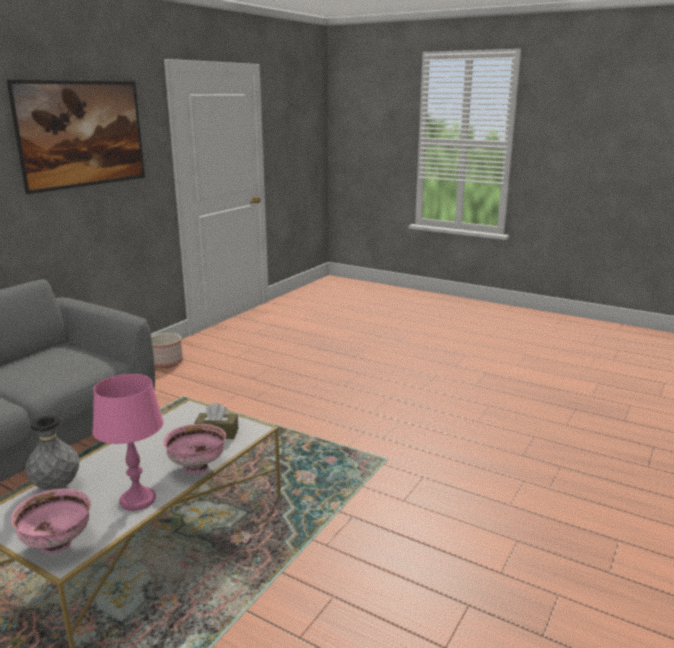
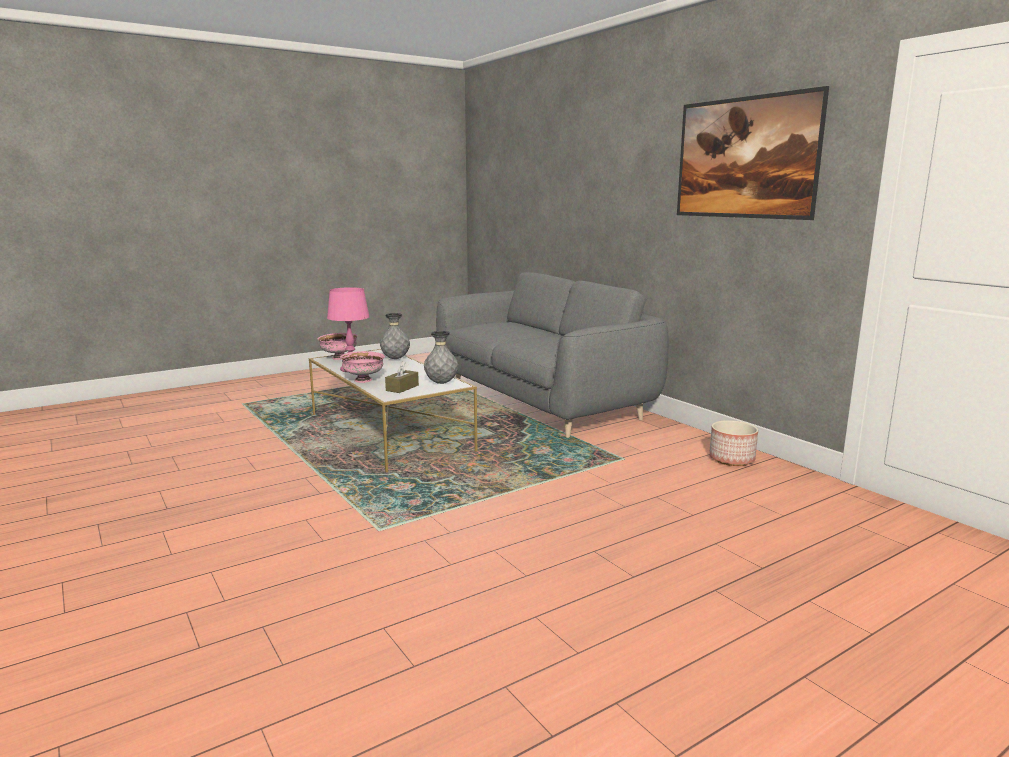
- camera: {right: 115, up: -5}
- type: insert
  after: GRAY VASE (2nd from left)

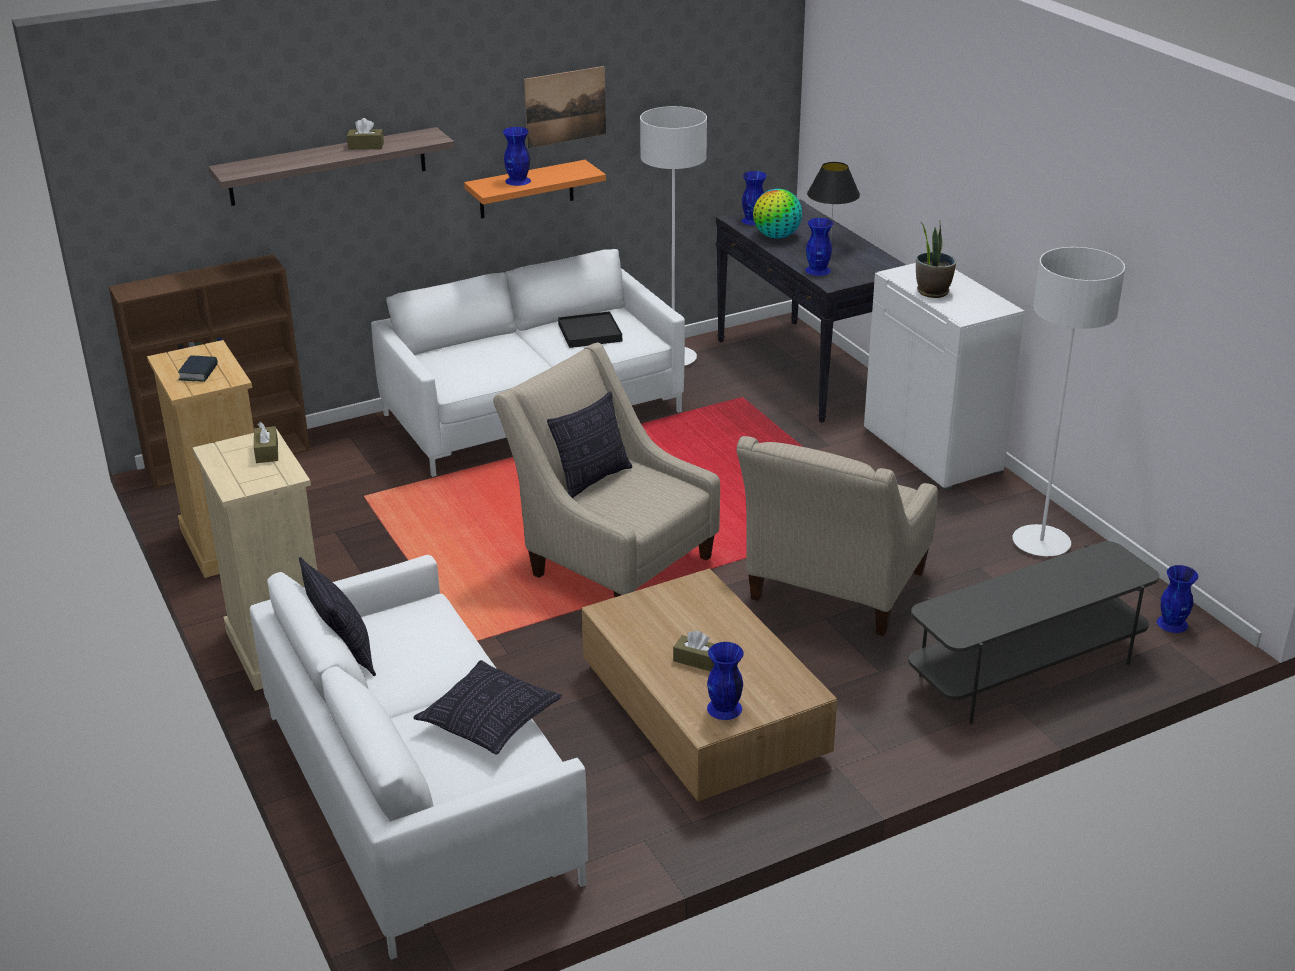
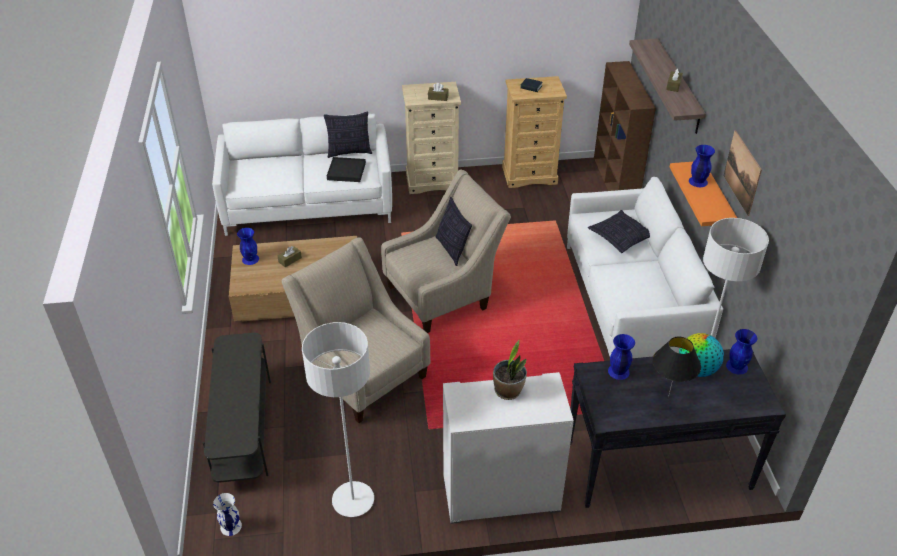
- camera: {right: 110, up: 10}
- type: recolor
  before: BLUISH VASE (5th from left)
  after: WHITE VASE
- type: move
  before: BLACK-COLOURED TRAY
- type: move
  before: PILLOW (2nd from left in the first image)
  after: PILLOW (3rd from left)

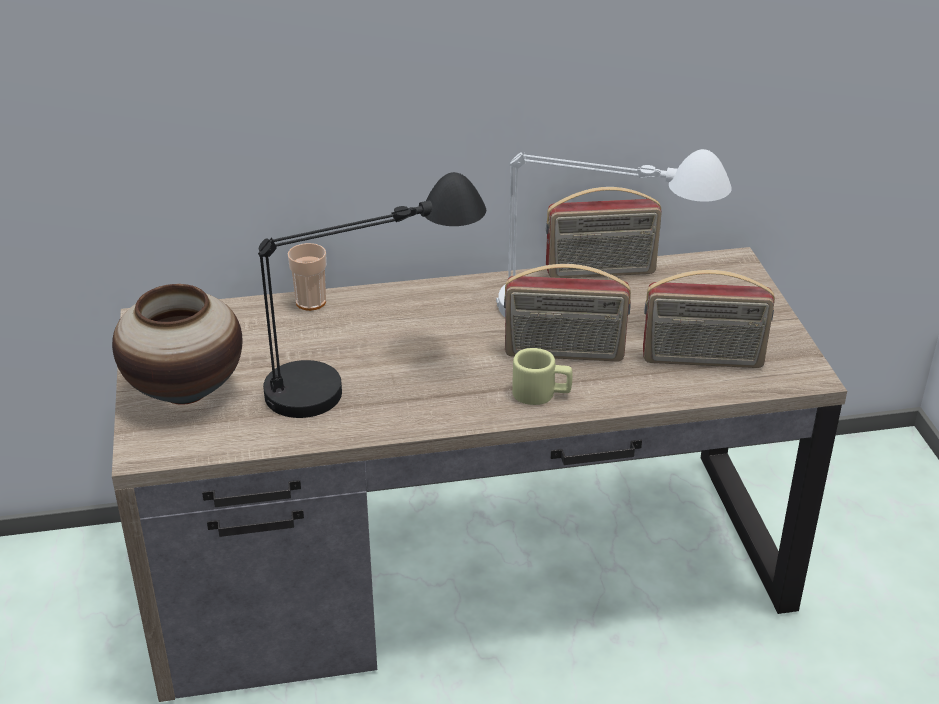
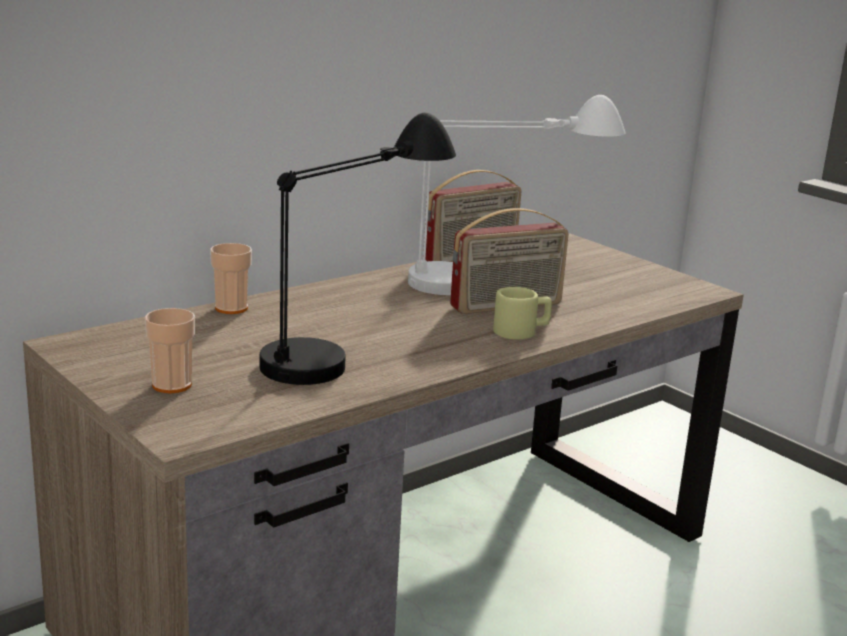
- camera: {right: -30, up: -15}
- type: replace
  before: VASE
  after: DRINKING CUP (1st from left)
- type: delete
  before: RADIO (3rd from left)

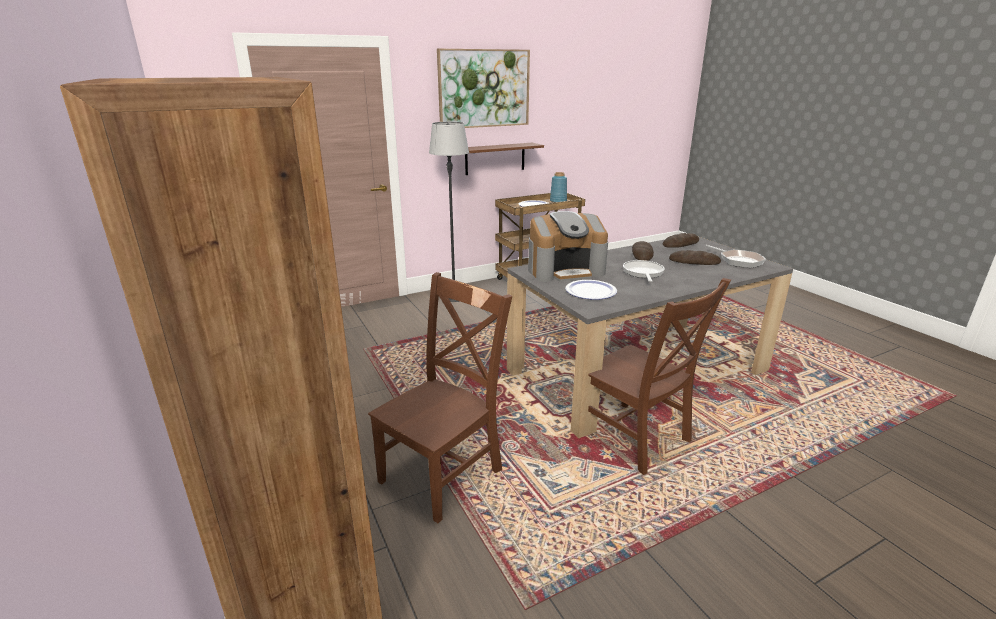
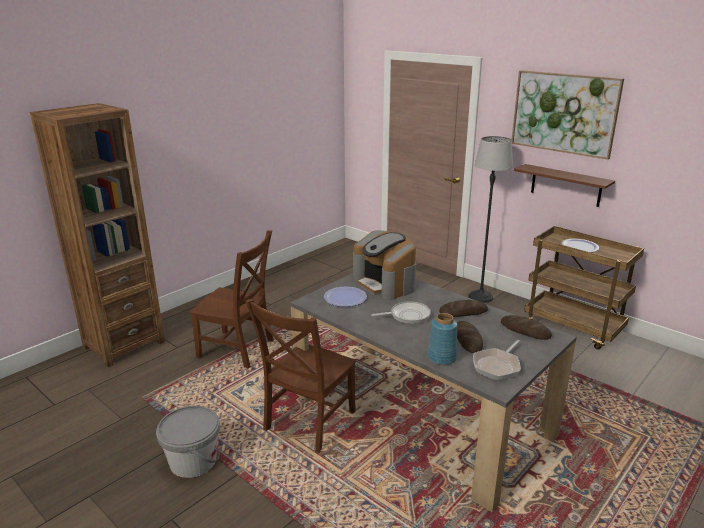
- camera: {right: 70, up: 0}
- type: insert
  after: GRAY BUCKET
- type: move
  before: BLUISH VASE

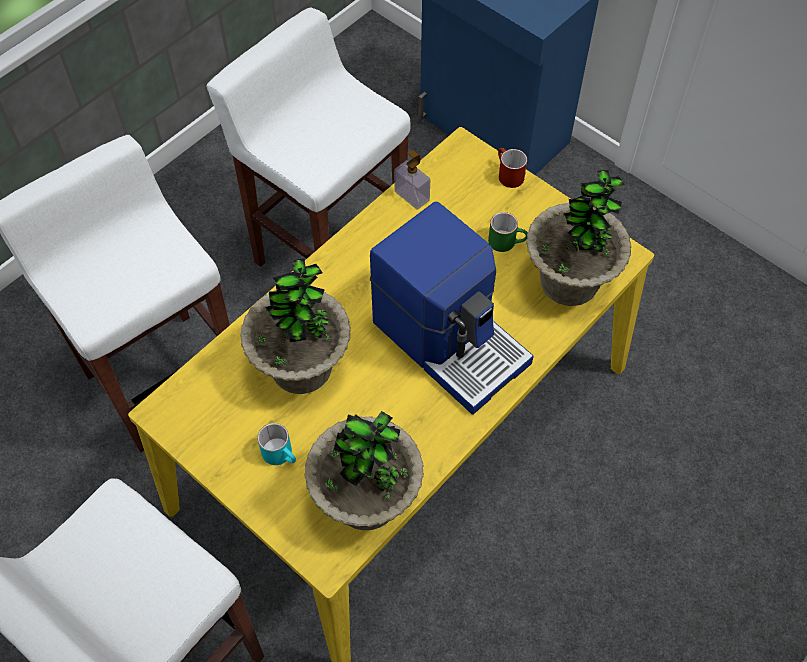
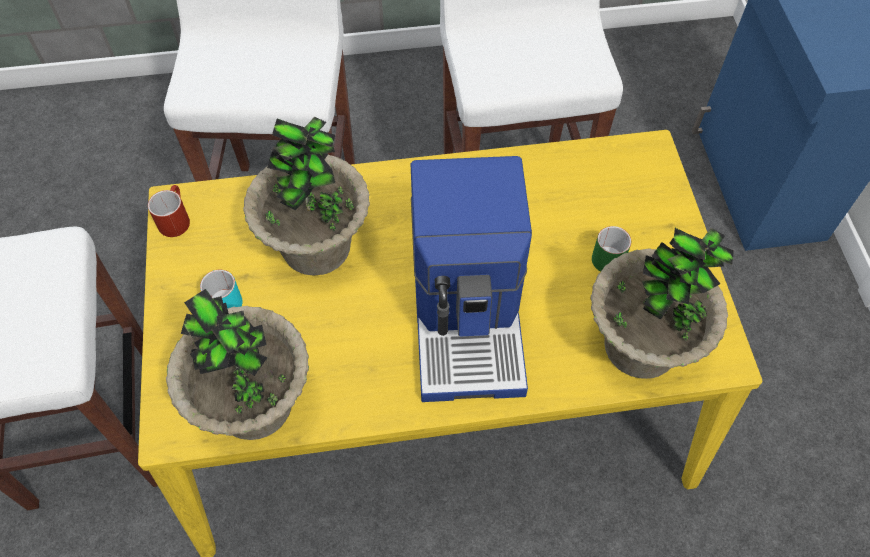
- camera: {right: 40, up: 0}
- type: move
  before: RED-COLOURED COFFEE MUG
- type: delete
  before: LIQUID SOAP BOTTLE

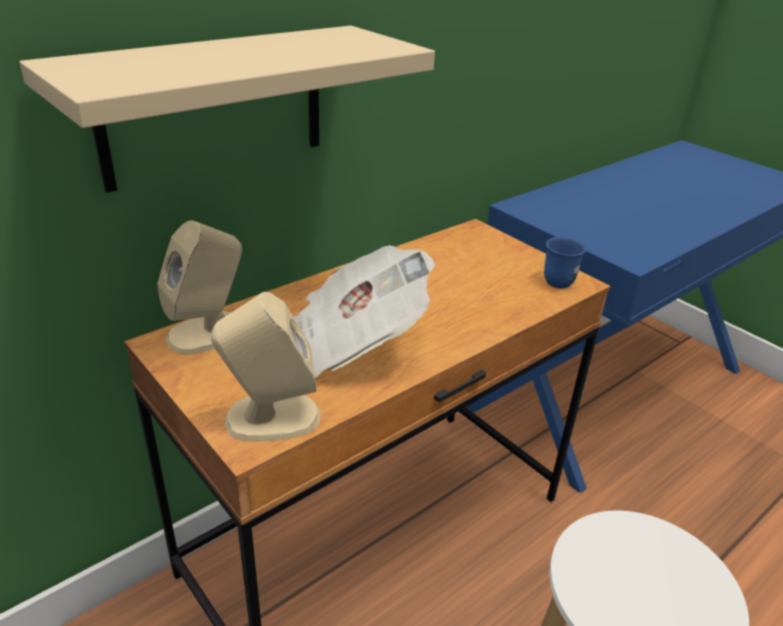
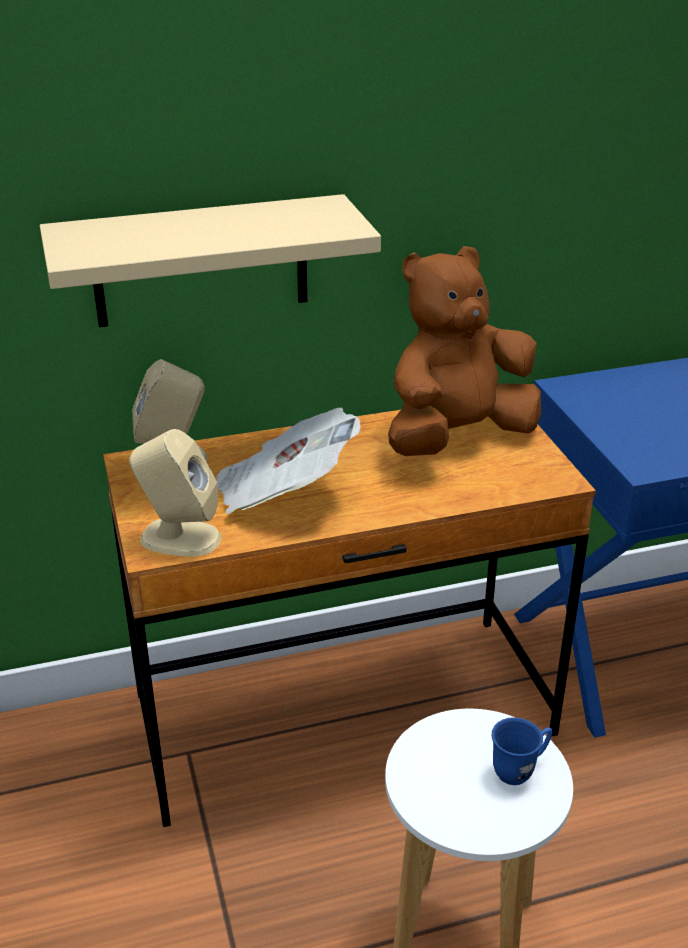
- camera: {right: 25, up: 0}
- type: insert
  after: BROWN CUDDLY TOY
- type: move
  before: BLUISH COFFEE MUG

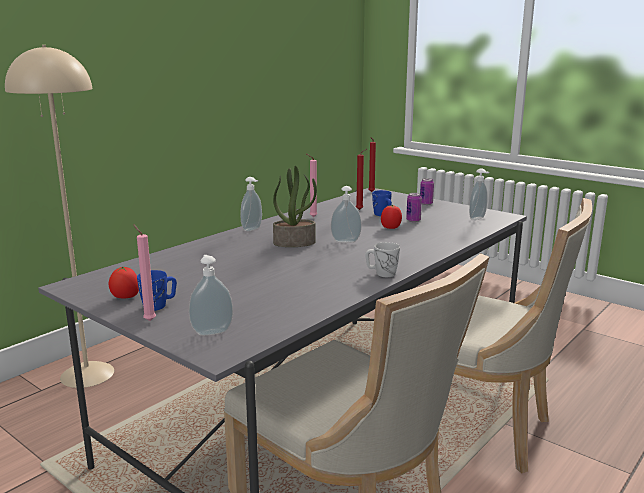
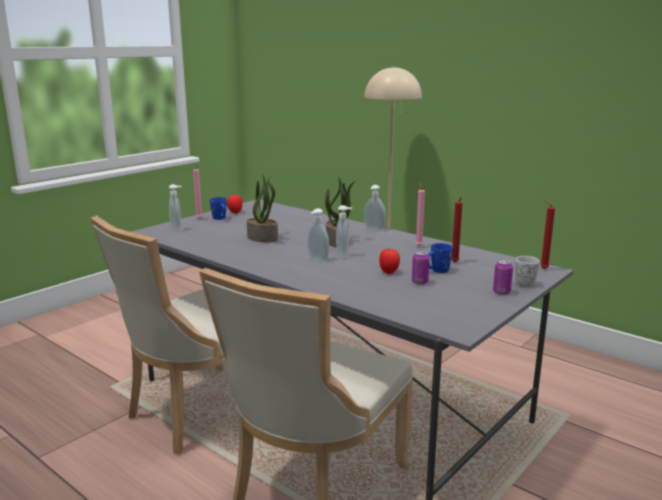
- camera: {right: 90, up: 0}
- type: insert
  after: HOUSEPLANT (1st from left)
- type: move
  before: LIQUID SOAP BOTTLE (4th from left in the first image)
  after: LIQUID SOAP BOTTLE (2nd from left)
- type: move
  before: WHITE COFFEE MUG

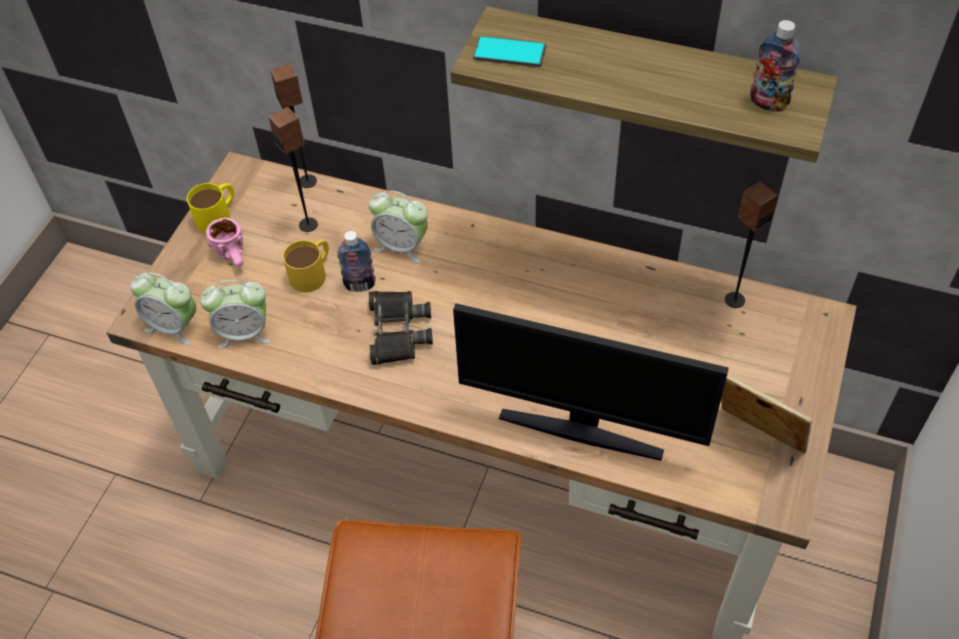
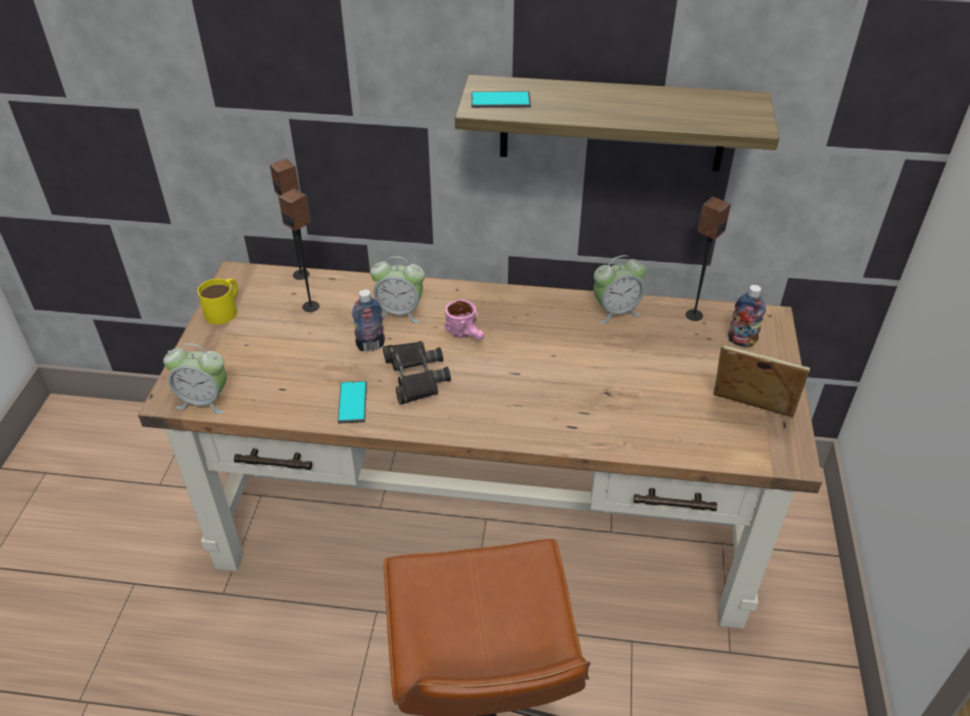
- camera: {right: -15, up: -10}
- type: insert
  after: PHONE (1st from left)
- type: move
  before: PINK COFFEE MUG
- type: move
  before: TABLE CLOCK (2nd from left in the first image)
  after: TABLE CLOCK (3rd from left)
- type: move
  before: BOTTLE (2nd from left)
- type: delete
  before: YELLOW COFFEE MUG (2nd from left)
- type: delete
  before: MONITOR

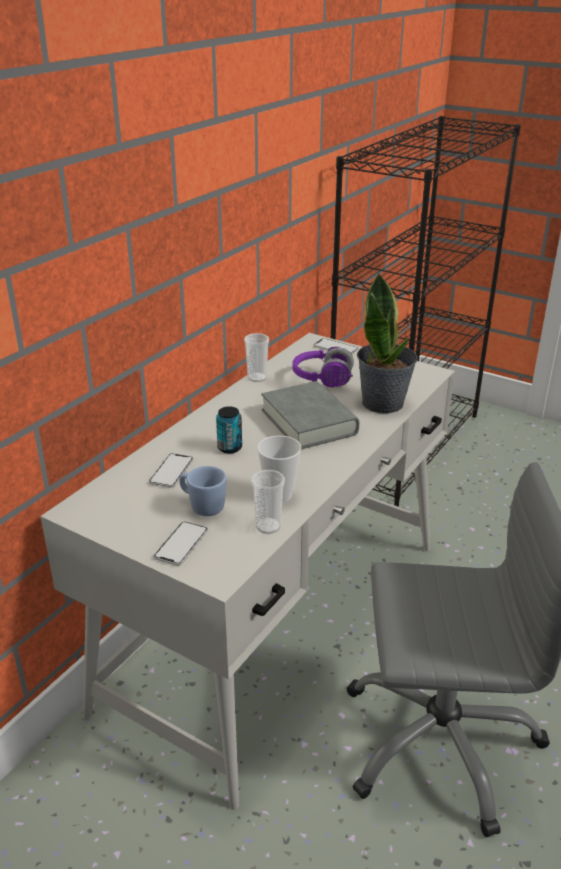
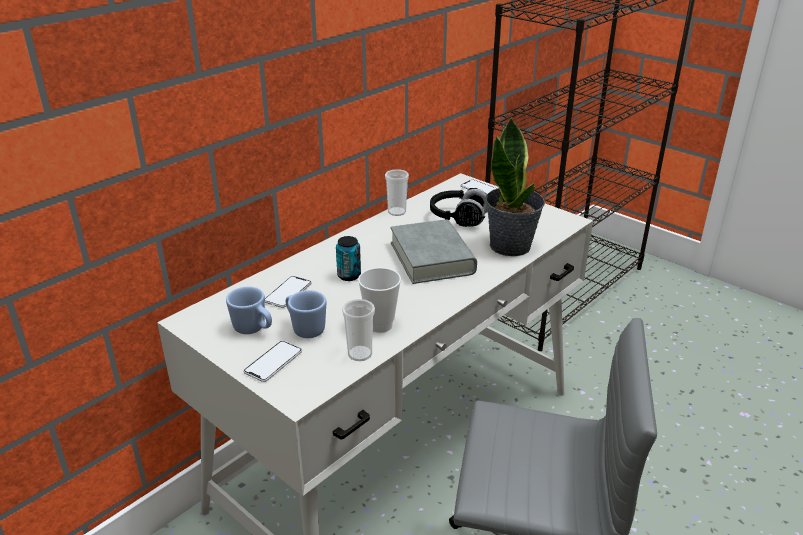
- camera: {right: 10, up: 0}
- type: insert
  after: BLUISH COFFEE MUG (1st from left)
- type: recolor
  before: PURPLISH HEADSET
  after: BLACK-COLOURED HEADSET

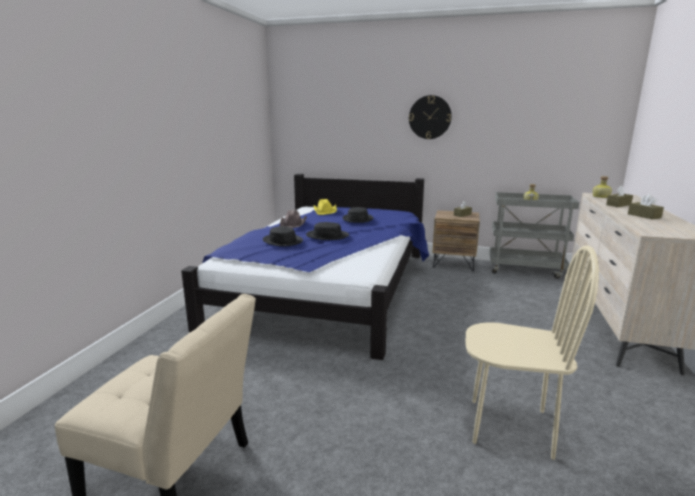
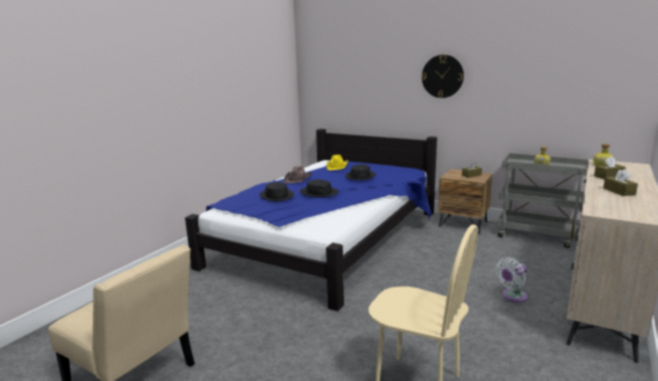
- camera: {right: 15, up: 0}
- type: insert
  after: WHITE FAN

